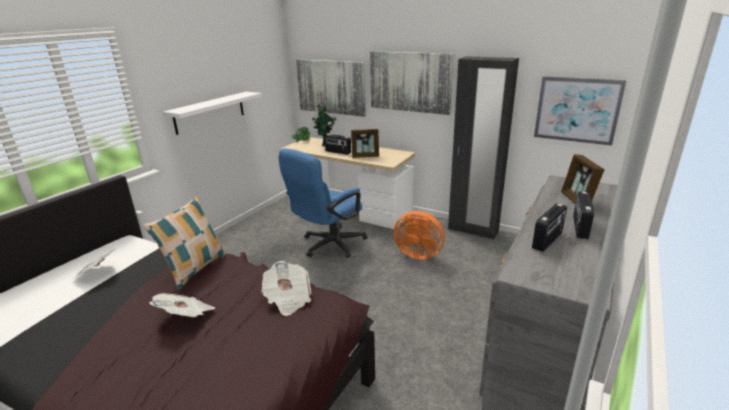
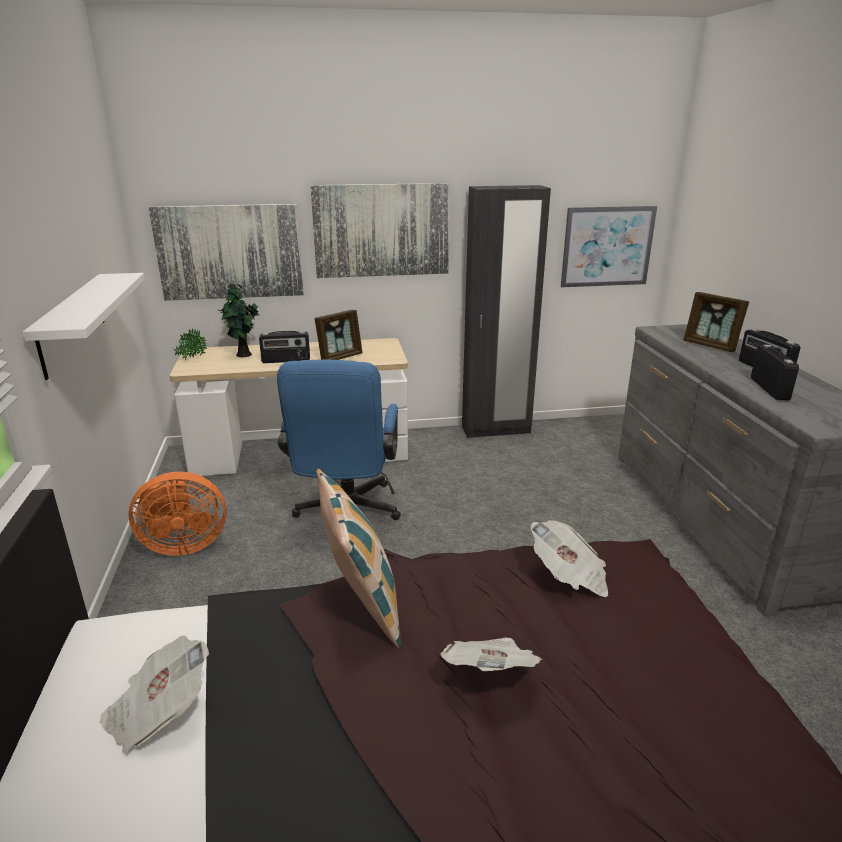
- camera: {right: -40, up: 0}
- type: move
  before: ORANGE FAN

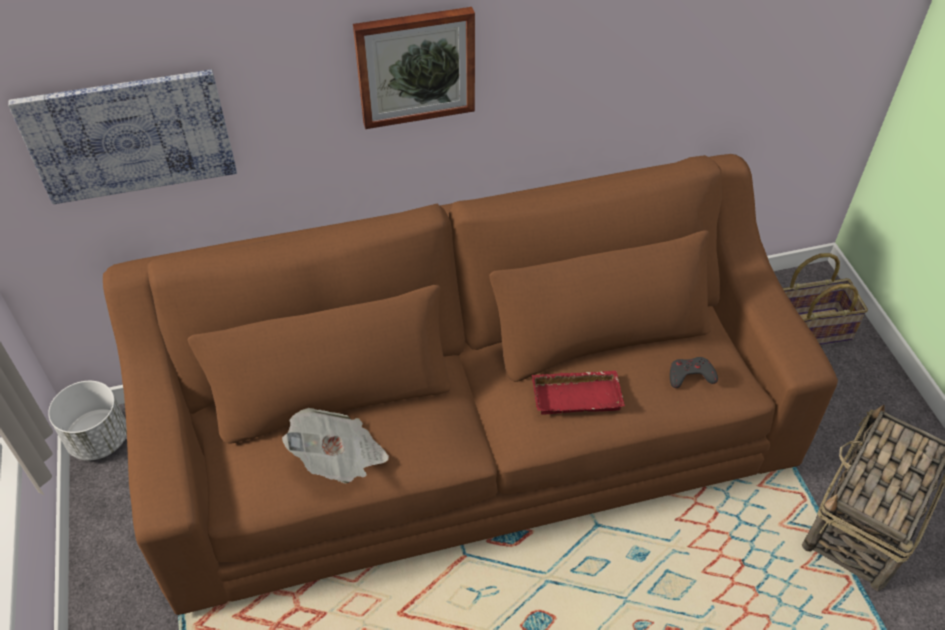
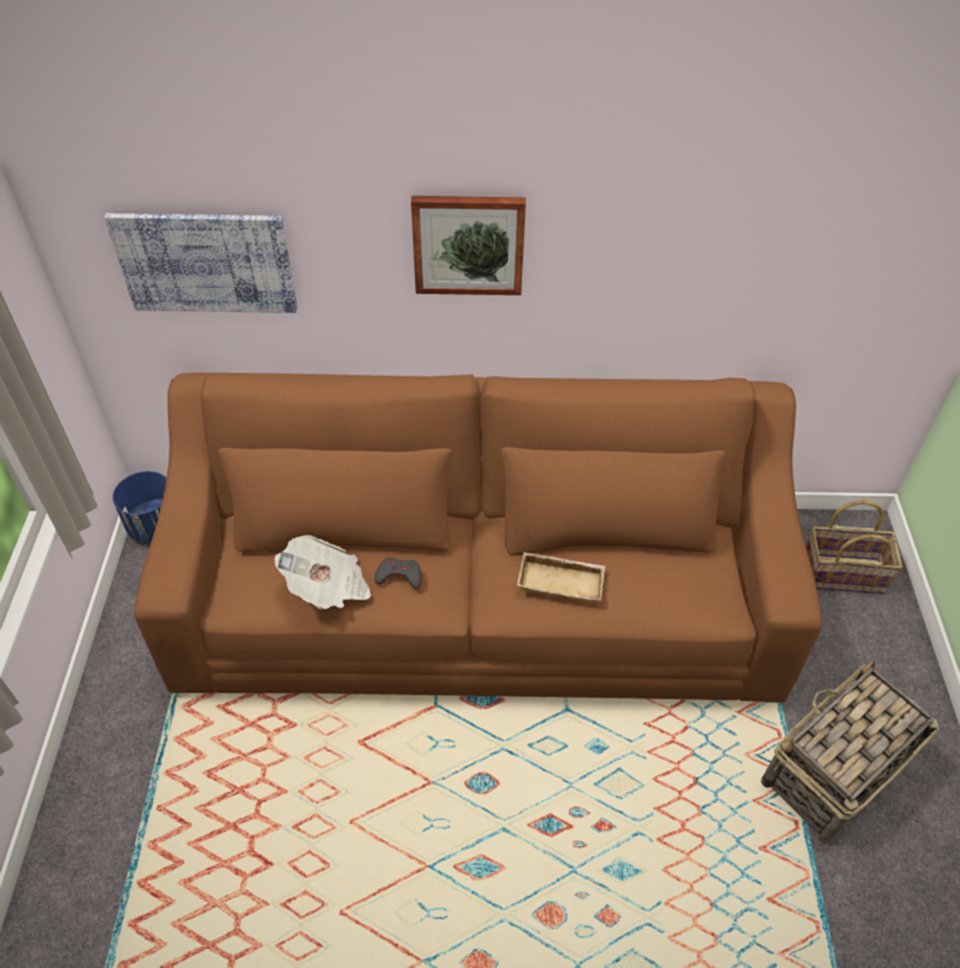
- camera: {right: 15, up: 0}
- type: recolor
  before: WHITE FLOWER POT
  after: BLUISH FLOWER POT
- type: move
  before: GRAY GAMEPAD
- type: recolor
  before: RED-COLOURED TRAY
  after: BEIGE-COLOURED TRAY

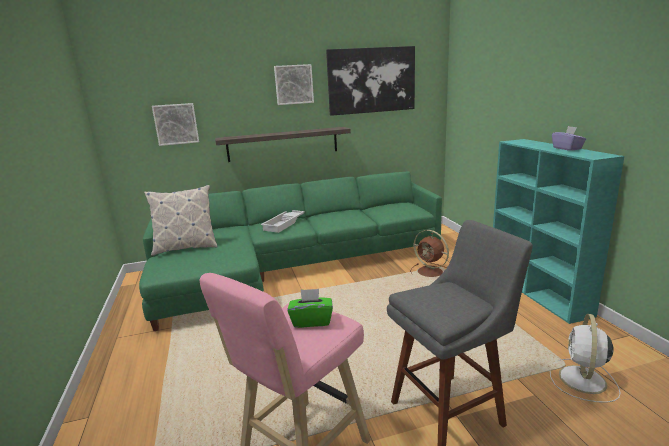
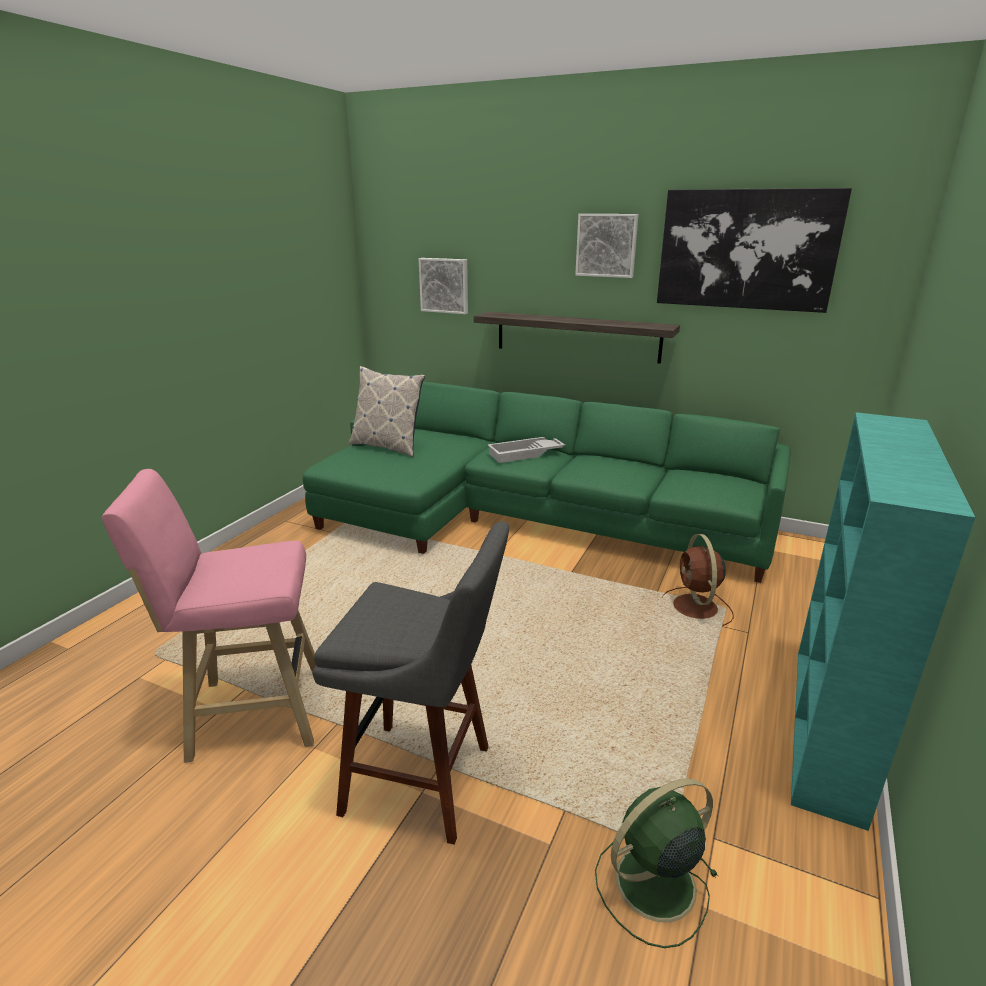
- camera: {right: 40, up: 5}
- type: recolor
  before: WHITE FAN
  after: GREEN-COLOURED FAN
- type: delete
  before: GREEN-COLOURED TISSUE BOX
- type: delete
  before: PURPLISH TISSUE BOX

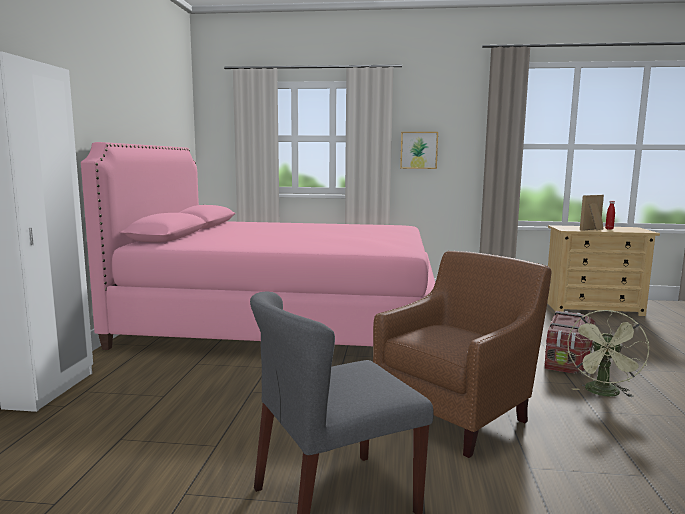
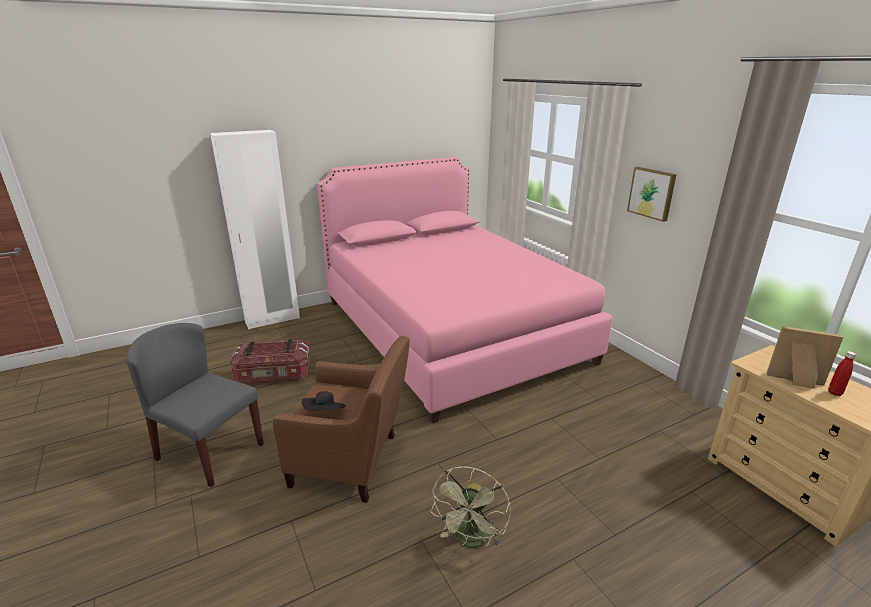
- camera: {right: 55, up: 15}
- type: move
  before: STORAGE BIN
- type: insert
  after: BLACK-COLOURED WEARABLE HAT
- type: rotate
  before: GREEN-COLOURED FAN
  turn: -60

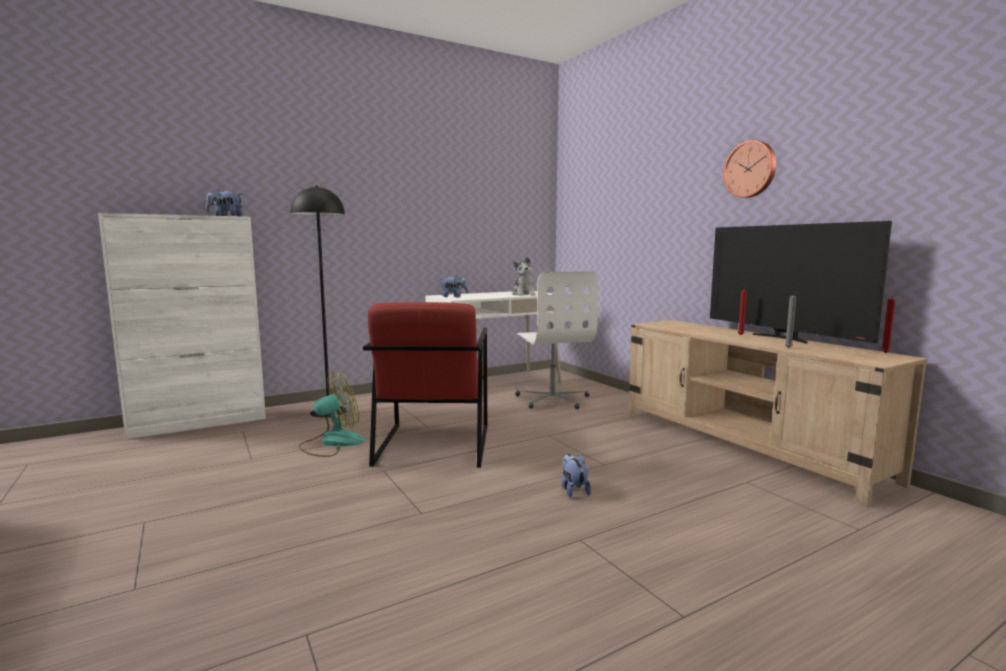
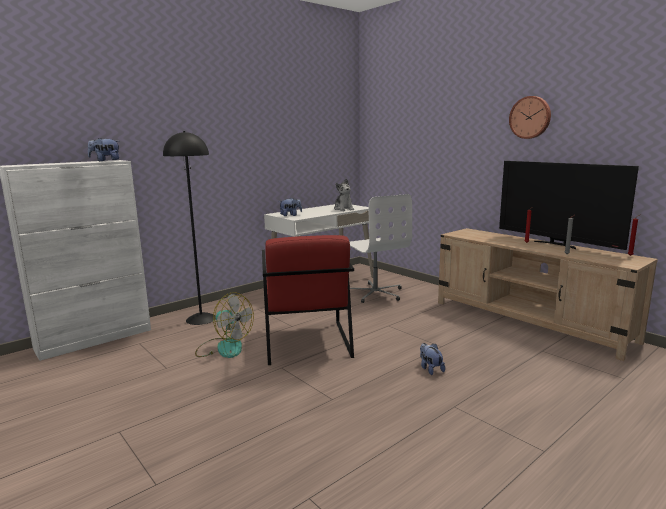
- camera: {right: -10, up: 5}
- type: rotate
  before: FAN
  turn: 75

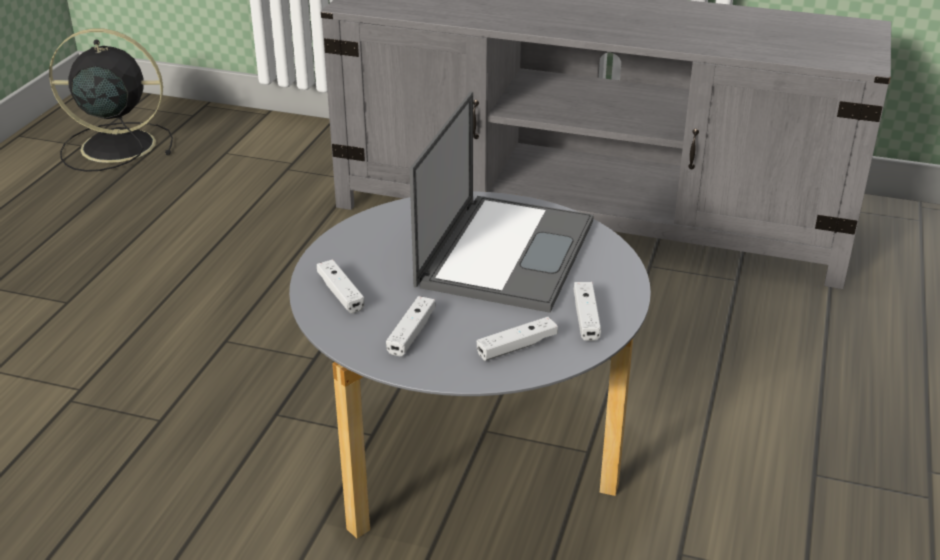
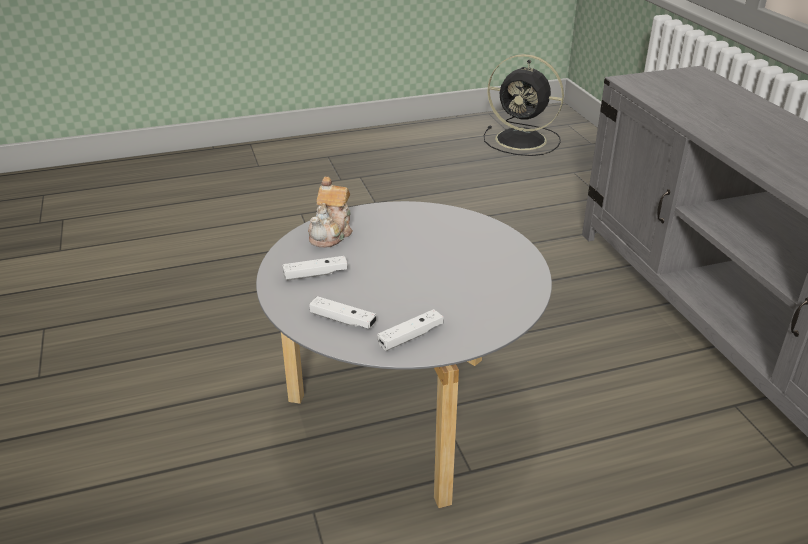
- camera: {right: 55, up: 0}
- type: replace
  before: WHITE GAMEPAD (1st from left)
  after: TEA POT
- type: rotate
  before: BLACK-COLOURED FAN
  turn: 150
- type: delete
  before: NOTEBOOK COMPUTER

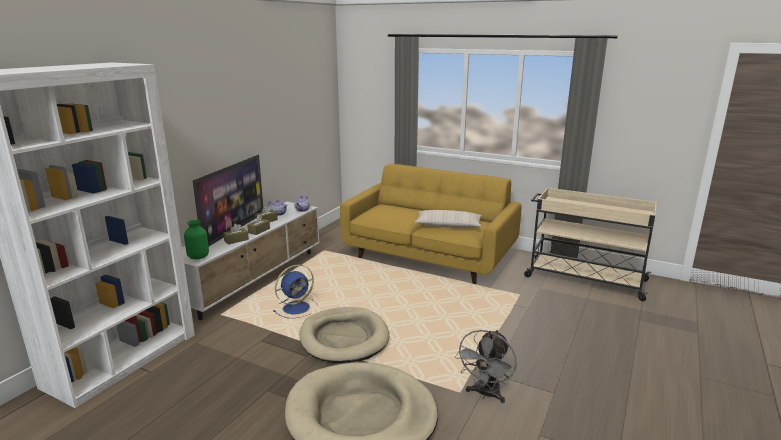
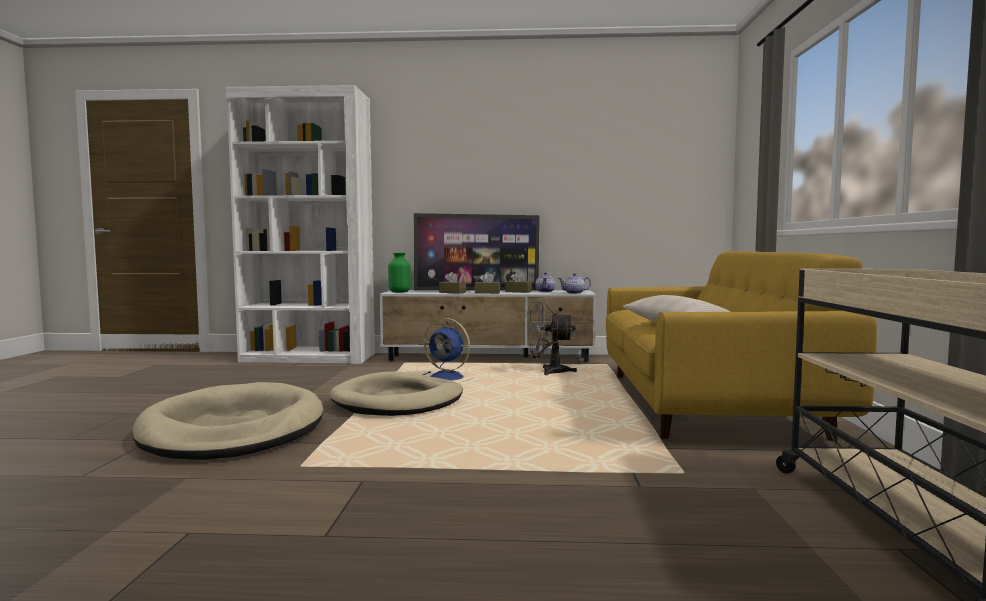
- camera: {right: 65, up: -15}
- type: move
  before: GRAY FAN

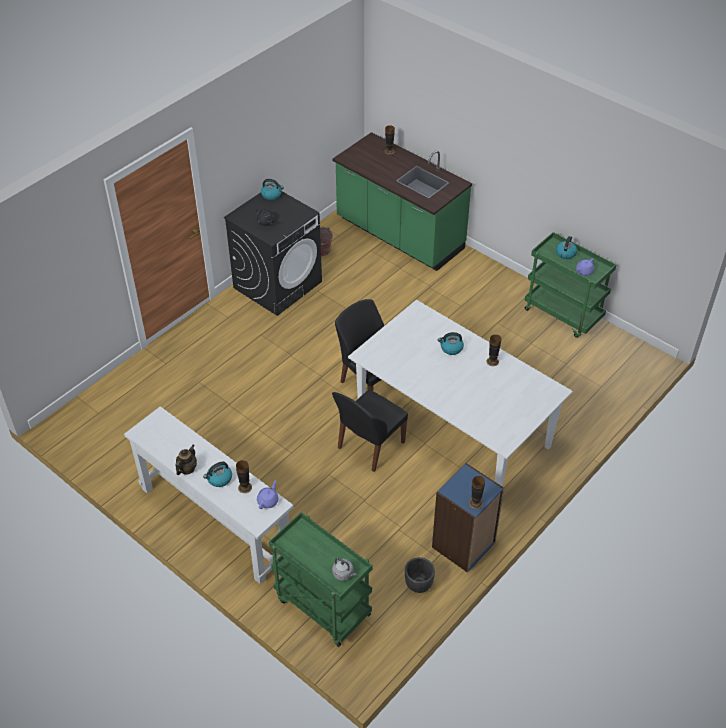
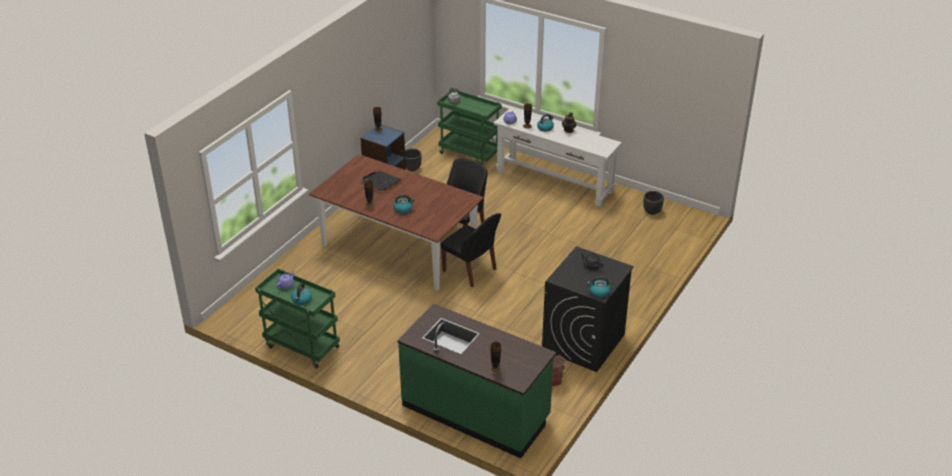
- camera: {right: 170, up: -10}
- type: recolor
  before: WHITE DINNER TABLE
  after: BROWN DINNER TABLE
- type: insert
  after: BLACK-COLOURED TRAY
- type: insert
  after: BLACK-COLOURED FLOWER POT (2nd from left)

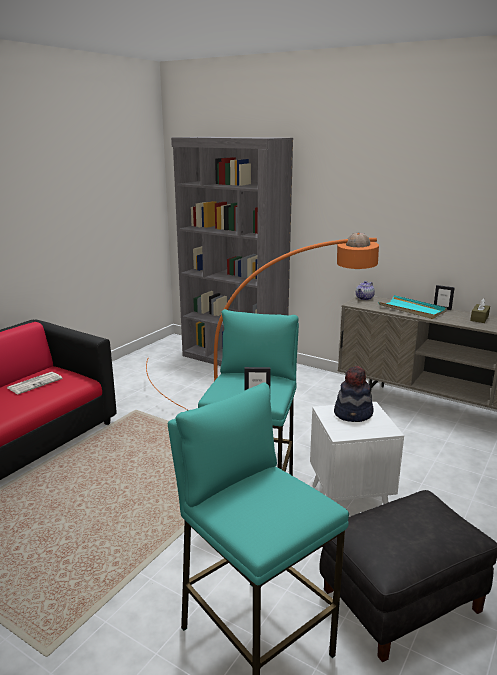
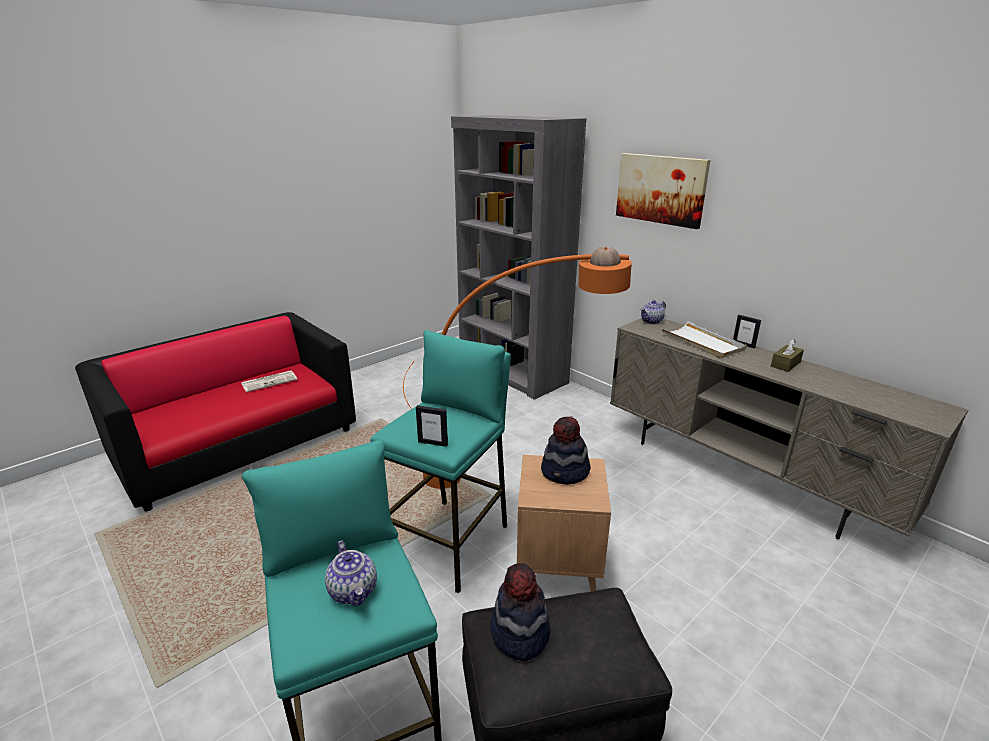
- camera: {right: 15, up: 5}
- type: insert
  after: TEA POT (1st from left)
- type: insert
  after: WEARABLE HAT (1st from left)
- type: recolor
  before: WHITE SIDE TABLE
  after: BROWN SIDE TABLE
- type: insert
  after: WALL ART
- type: recolor
  before: BLUE-GREEN TRAY
  after: WHITE TRAY

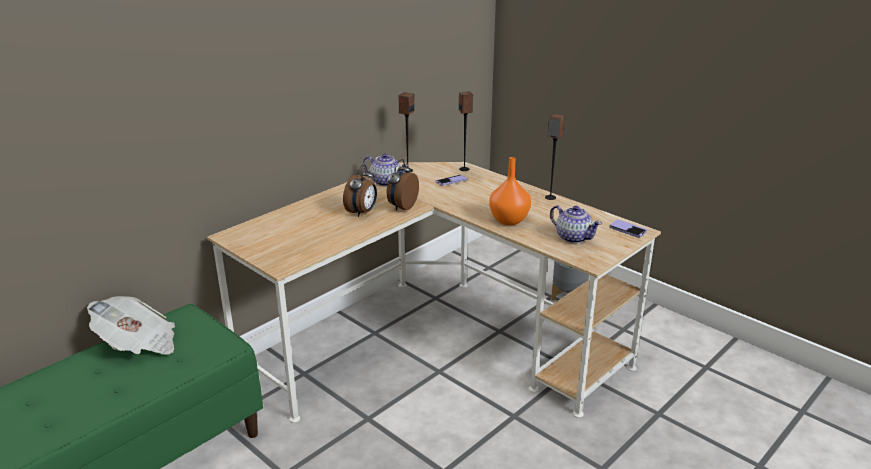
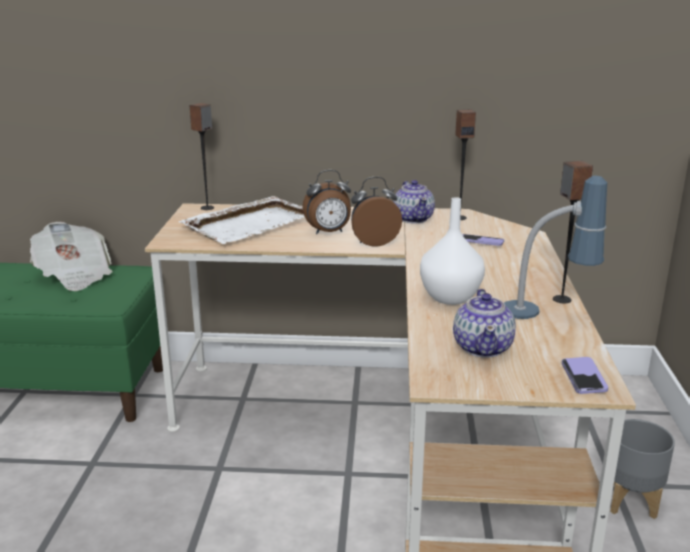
- camera: {right: 50, up: -5}
- type: insert
  after: WHITE TRAY
- type: move
  before: LOUDSPEAKER (2nd from left in the first image)
  after: LOUDSPEAKER (1st from left)
- type: recolor
  before: ORANGE VASE
  after: WHITE VASE
- type: insert
  after: LAMP FOR A TABLE

